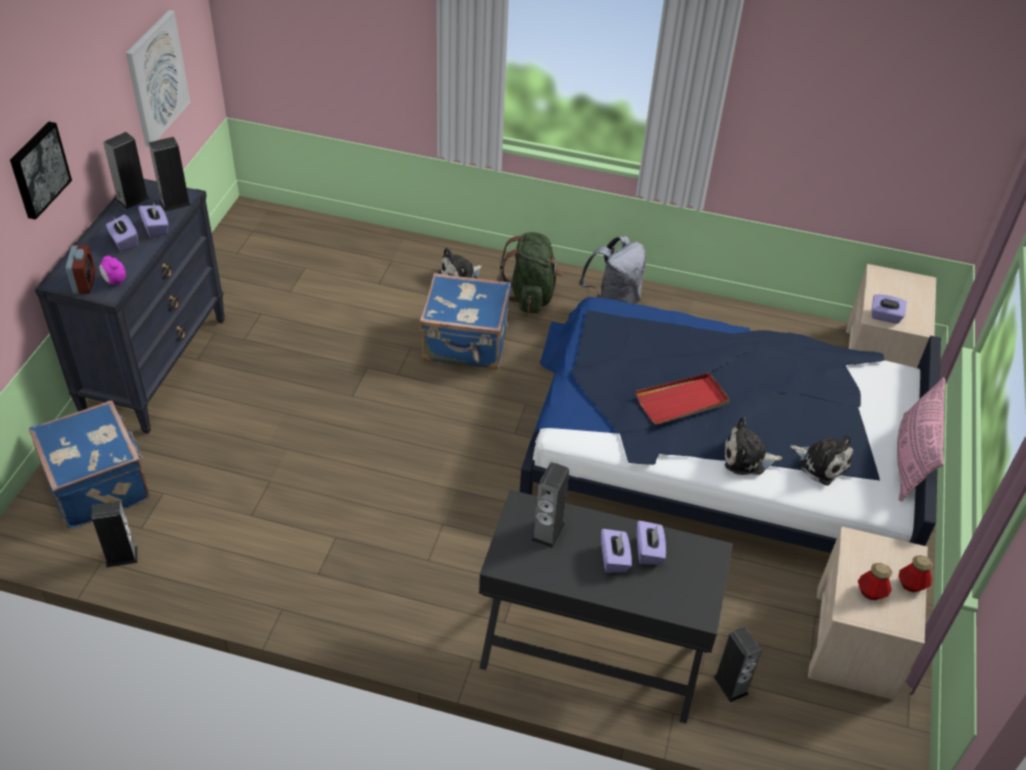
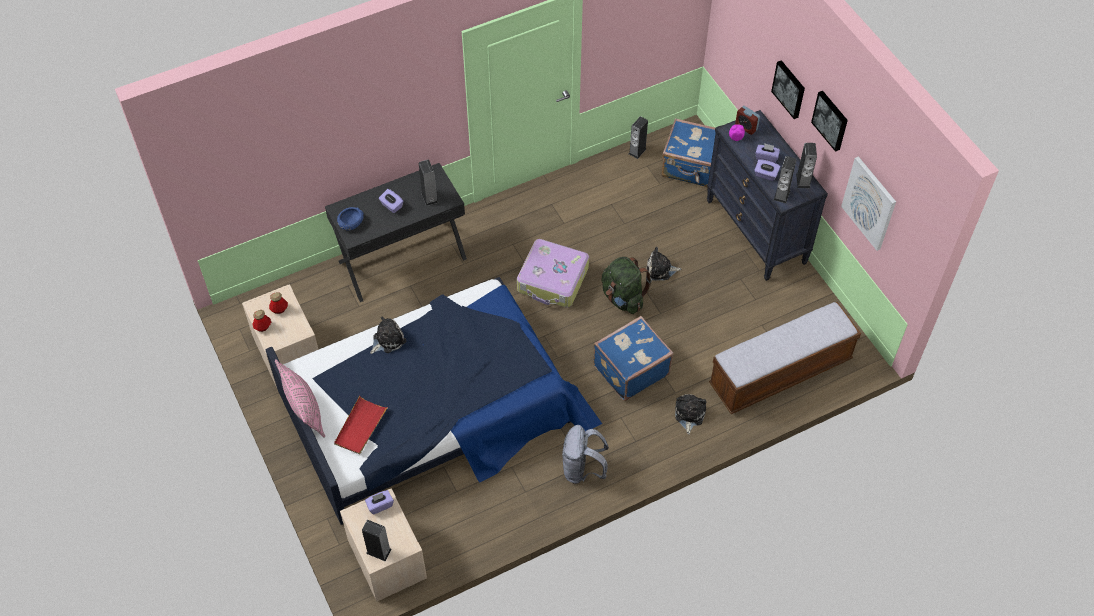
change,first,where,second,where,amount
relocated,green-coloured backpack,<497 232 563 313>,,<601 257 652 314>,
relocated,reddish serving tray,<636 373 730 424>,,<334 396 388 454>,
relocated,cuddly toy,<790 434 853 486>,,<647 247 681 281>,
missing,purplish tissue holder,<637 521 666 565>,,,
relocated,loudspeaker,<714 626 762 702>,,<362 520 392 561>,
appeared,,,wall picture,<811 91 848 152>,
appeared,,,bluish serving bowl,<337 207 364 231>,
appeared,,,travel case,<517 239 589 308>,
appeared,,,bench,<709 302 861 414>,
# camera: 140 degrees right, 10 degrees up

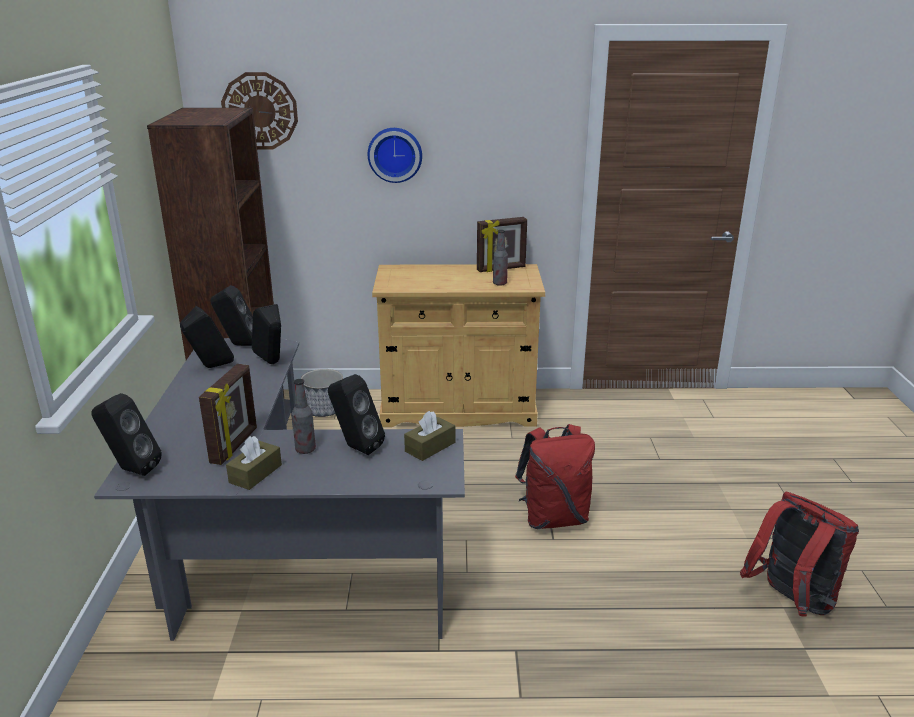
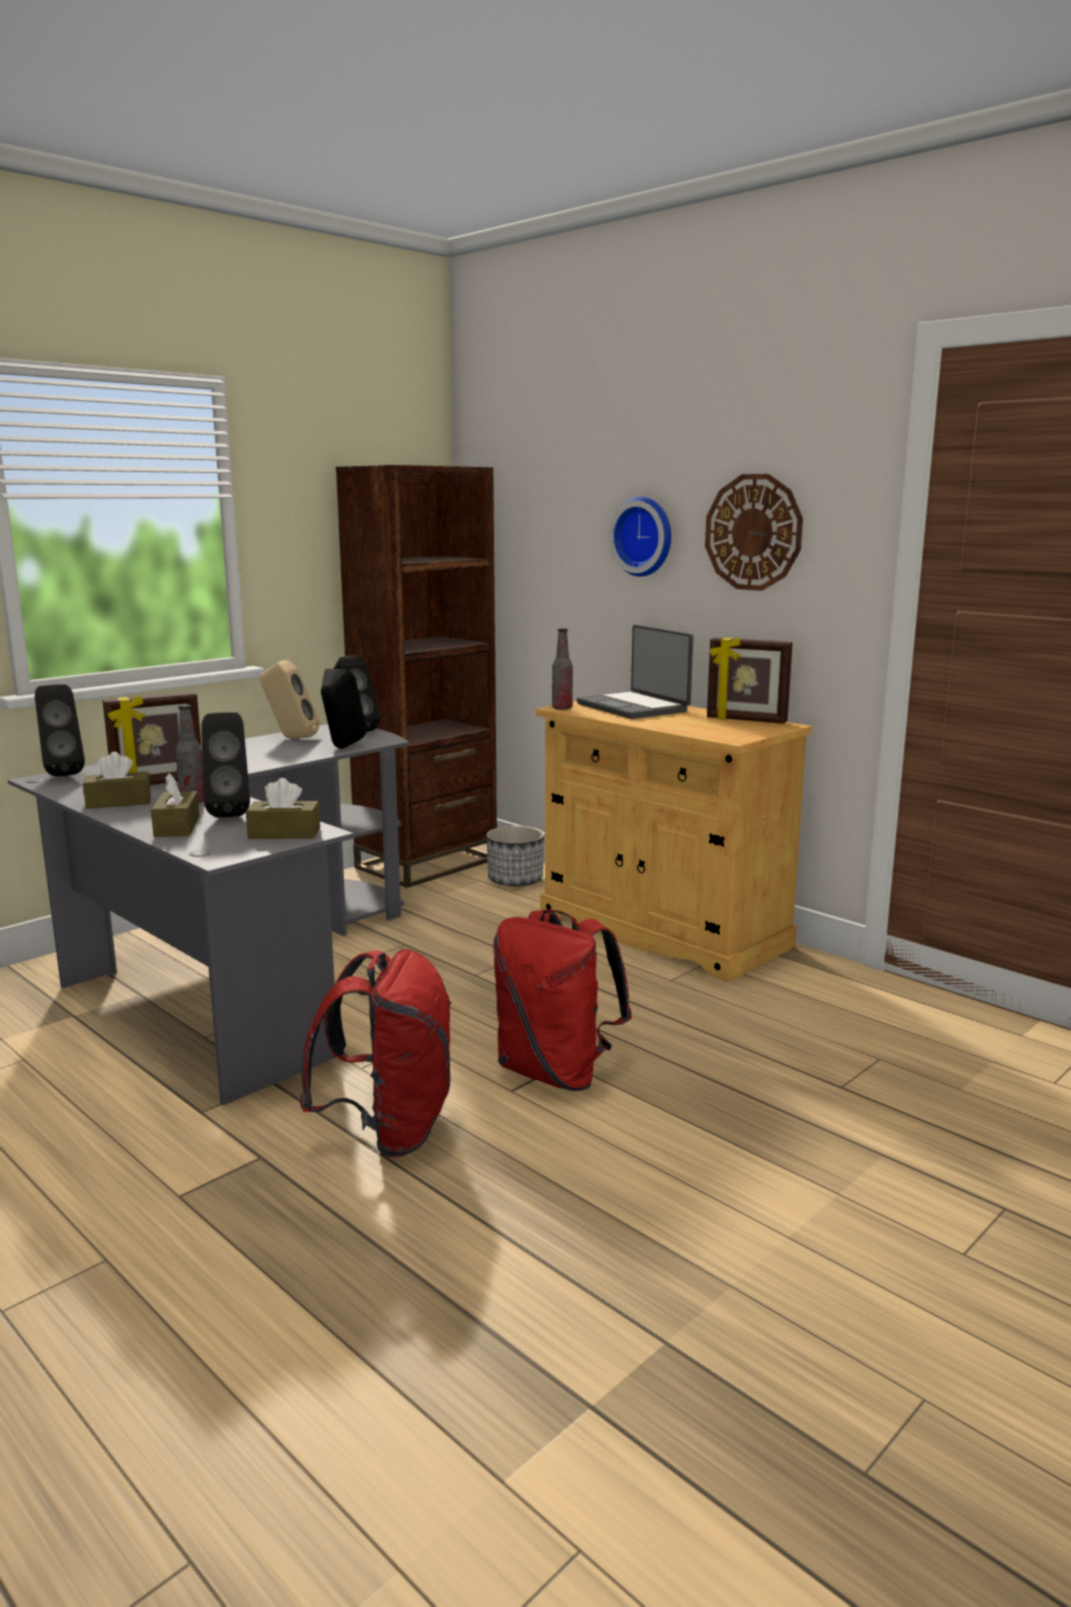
change,first,where,second,where,amount
relocated,hanging clock,<221 72 298 150>,,<705 474 803 591>,
relocated,drink bottle,<493 230 508 286>,,<552 628 573 710>,
colour,blackish loudspeaker,<180 306 234 368>,beige-coloured loudspeaker,<260 660 320 739>,
relocated,reddish backpack,<740 492 859 617>,,<299 949 452 1158>,
appeared,,,laptop,<576 625 693 719>,
appeared,,,brownish tissue holder,<151 773 200 837>,
# camera: 45 degrees right, 10 degrees down

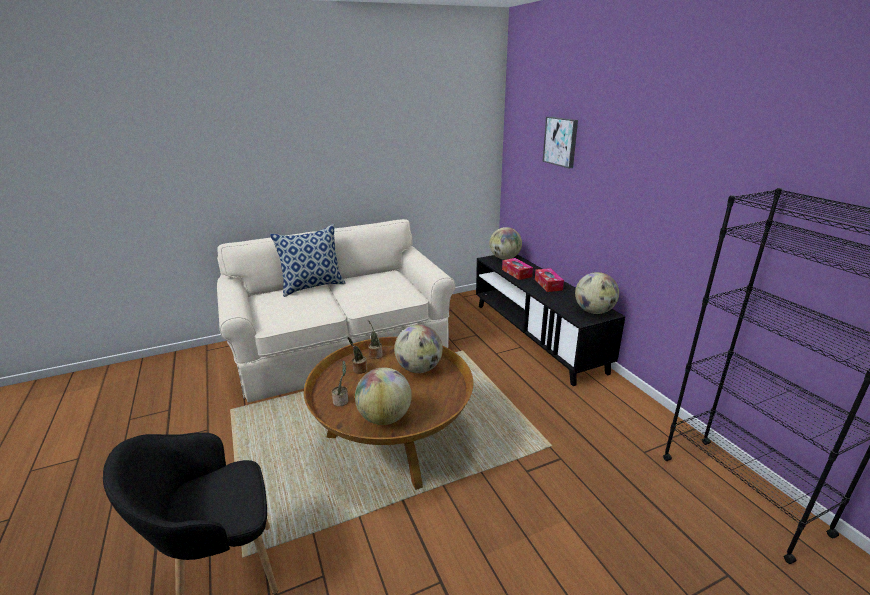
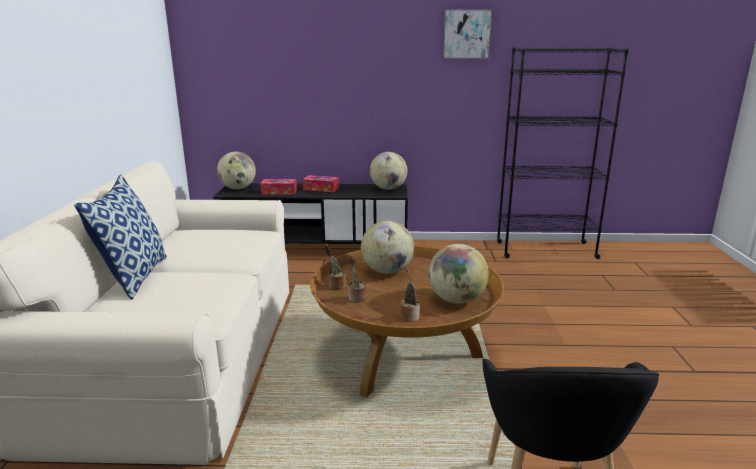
change,first,where,second,where,amount
relocated,wall picture,<542 117 578 168>,,<443 9 492 59>,
# camera: 65 degrees left, 5 degrees down

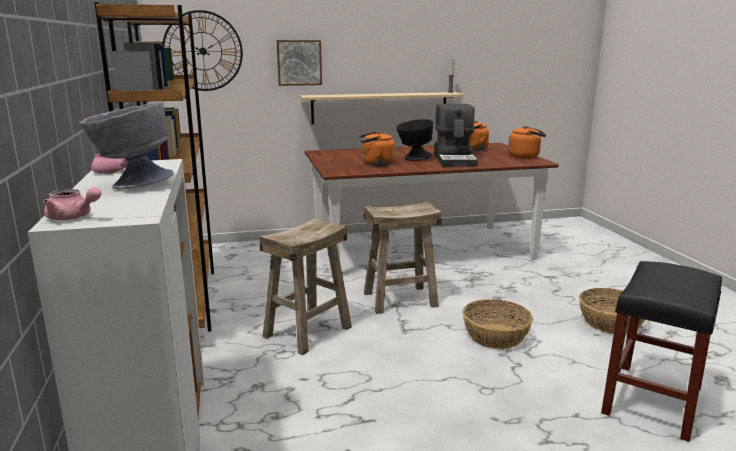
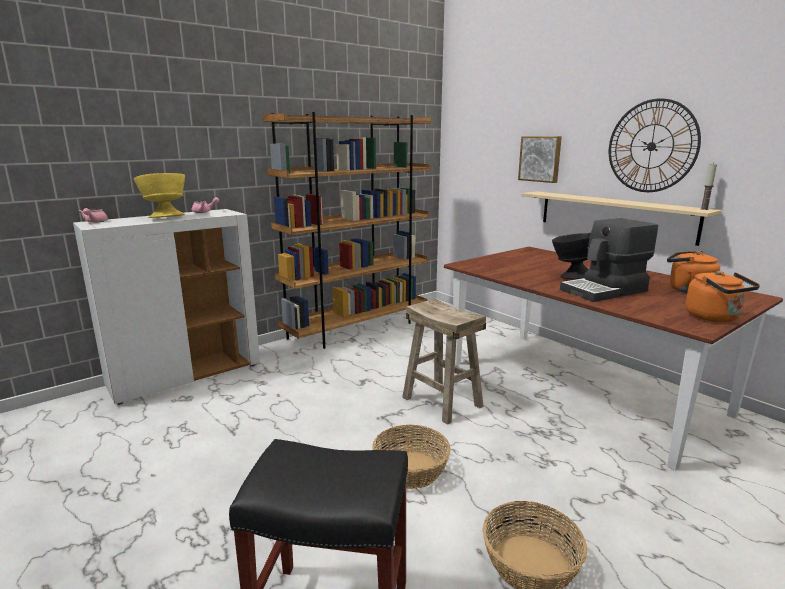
change,first,where,second,where,amount
relocated,hanging clock,<163 10 243 91>,,<609 98 701 192>,
colour,greyish serving bowl,<79 102 173 189>,yellow serving bowl,<134 173 185 218>,
missing,orange tea kettle,<359 131 395 166>,,,
missing,beige-coloured sitting stool,<259 218 352 355>,,,
# camera: 65 degrees right, 0 degrees up

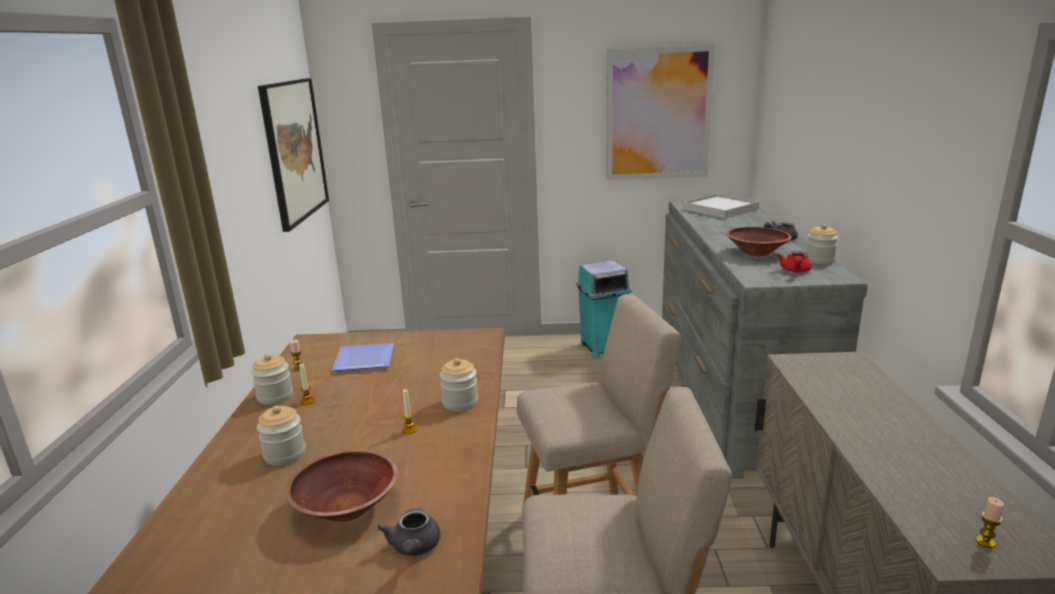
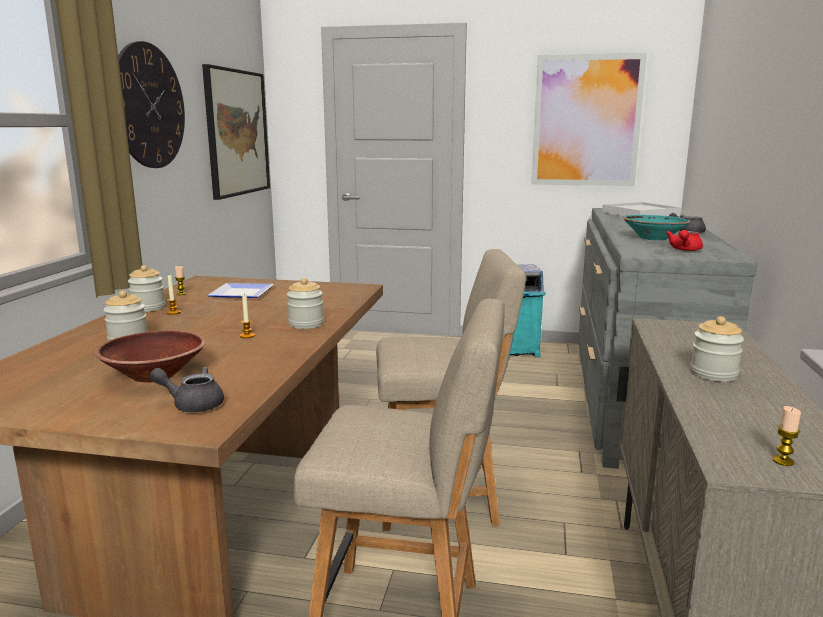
change,first,where,second,where,amount
relocated,storage jar,<806 224 838 264>,,<690 316 744 382>,
colour,brownish serving bowl,<726 227 792 256>,turquoise-coloured serving bowl,<623 215 690 240>,
spun,greyish tea pot,<378 508 440 556>,,<150 367 224 412>,90 degrees clockwise
appeared,,,hanging clock,<118 41 185 168>,
# camera: 10 degrees right, 5 degrees down

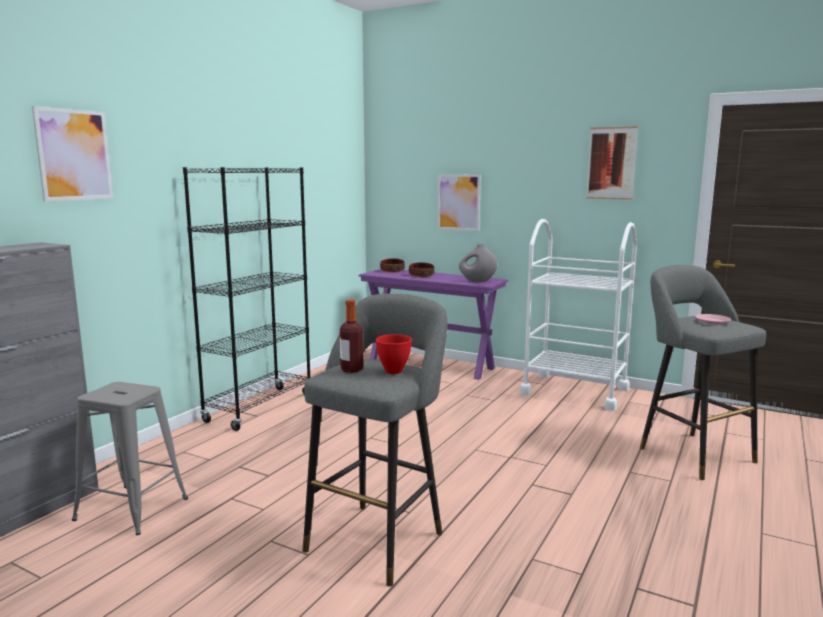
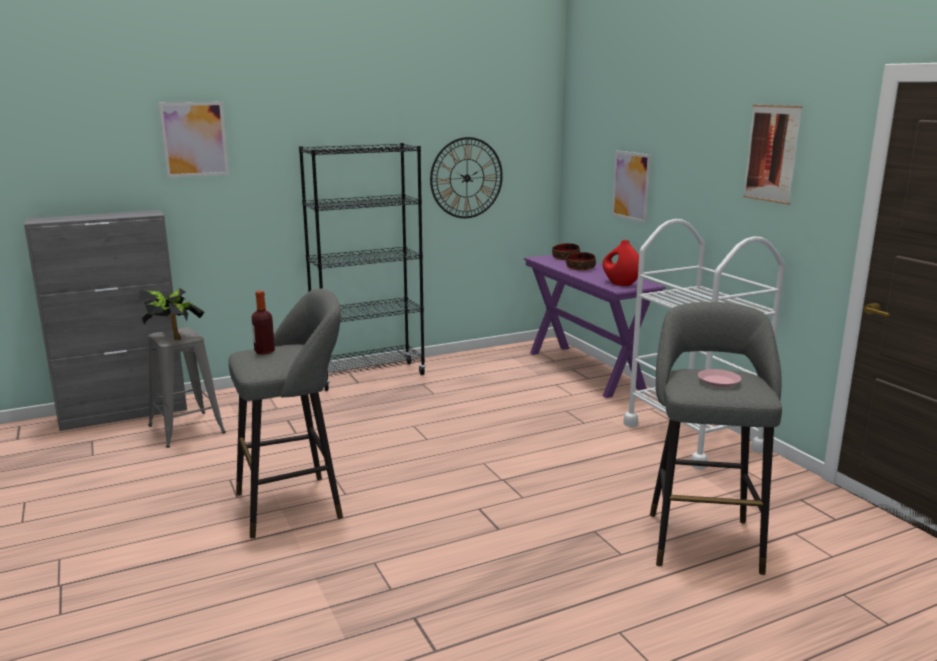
change,first,where,second,where,amount
colour,greyish vase,<459 244 497 282>,reddish vase,<602 240 639 286>,
missing,reddish serving bowl,<376 334 412 374>,,,
appeared,,,hanging clock,<430 137 503 218>,
appeared,,,potted plant,<139 288 204 340>,
# camera: 35 degrees right, 5 degrees up

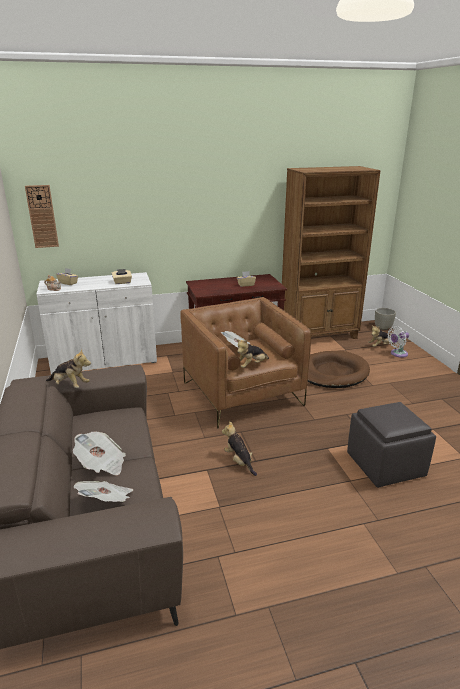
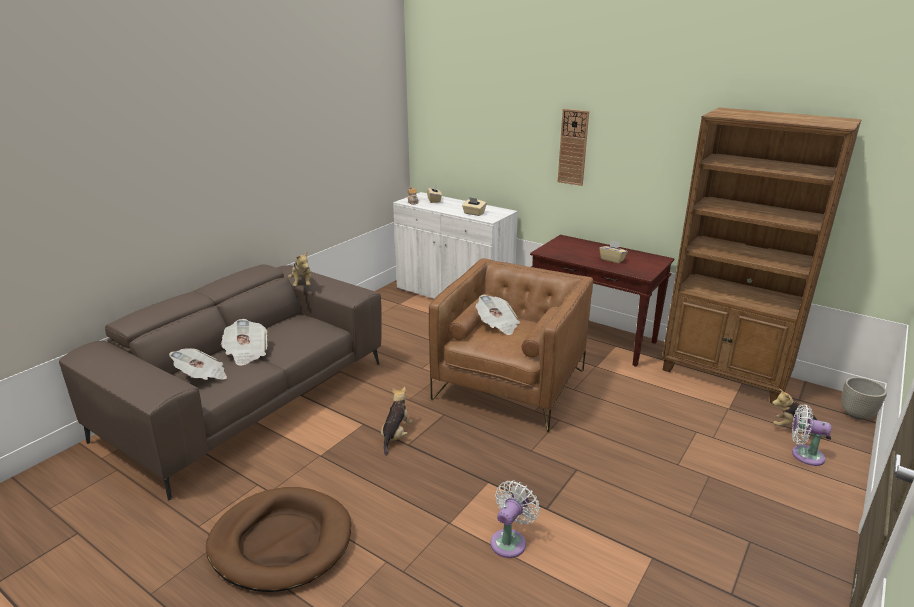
change,first,where,second,where,amount
relocated,hanging clock,<25 185 59 248>,,<558 109 589 186>,
missing,cuddly toy,<236 339 269 368>,,,
relocated,brownish dog cushion,<308 351 370 388>,,<206 487 351 592>,
exchanged,greyish ottoman,<347 402 436 488>,white-coloured electric fan,<490 481 540 558>,
# camera: 50 degrees right, 0 degrees up

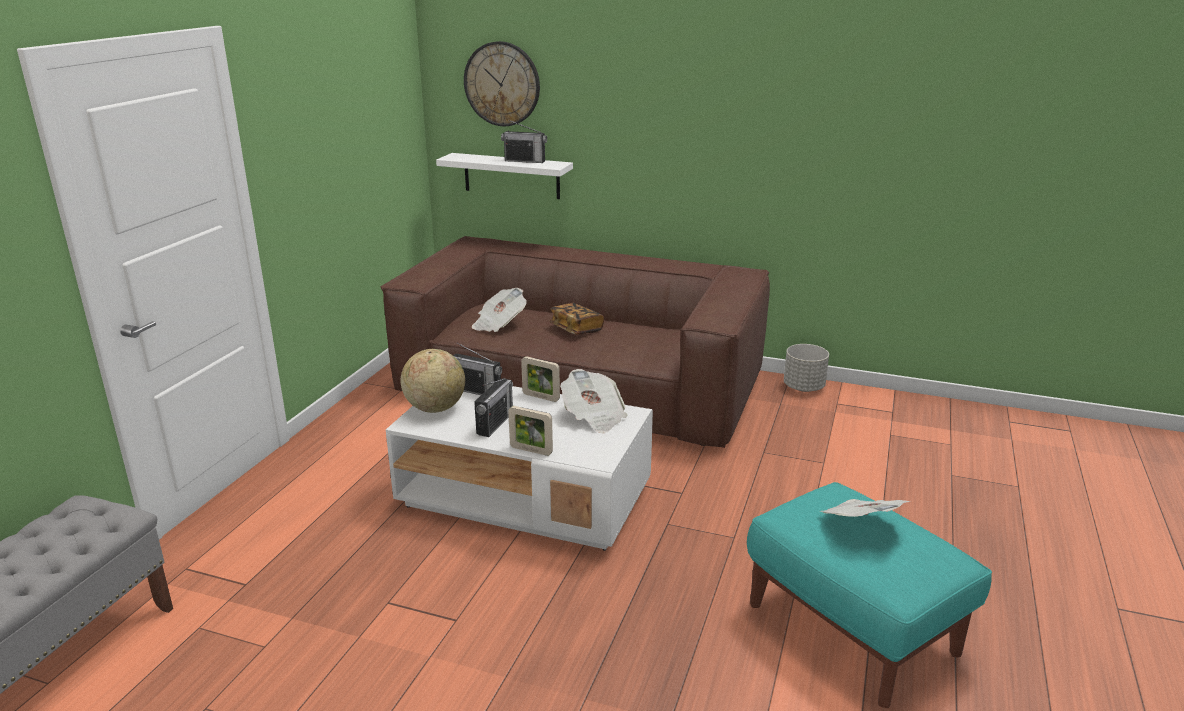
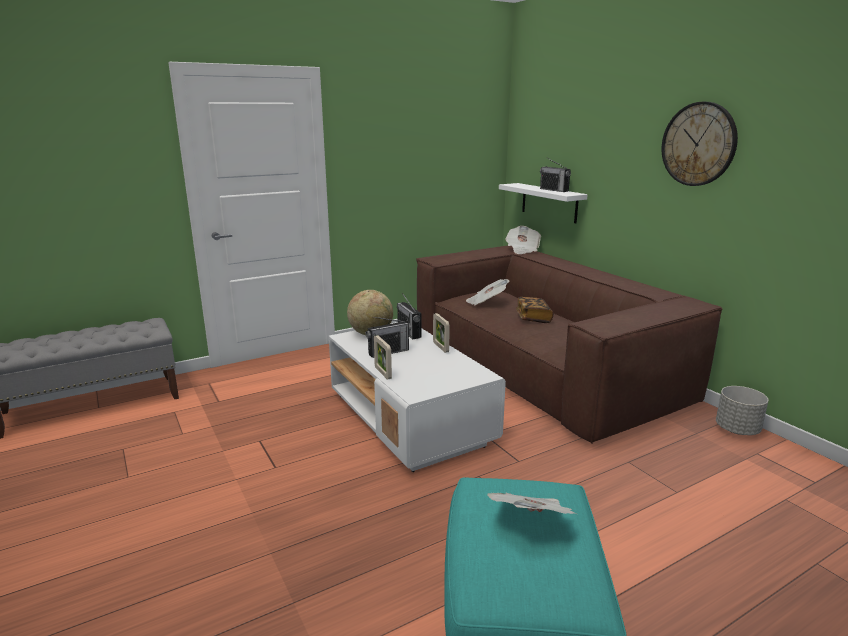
change,first,where,second,where,amount
relocated,hanging clock,<464 41 540 126>,,<662 102 738 186>,
relocated,daily paper,<560 369 628 433>,,<505 226 541 254>,
# camera: 40 degrees right, 5 degrees down

